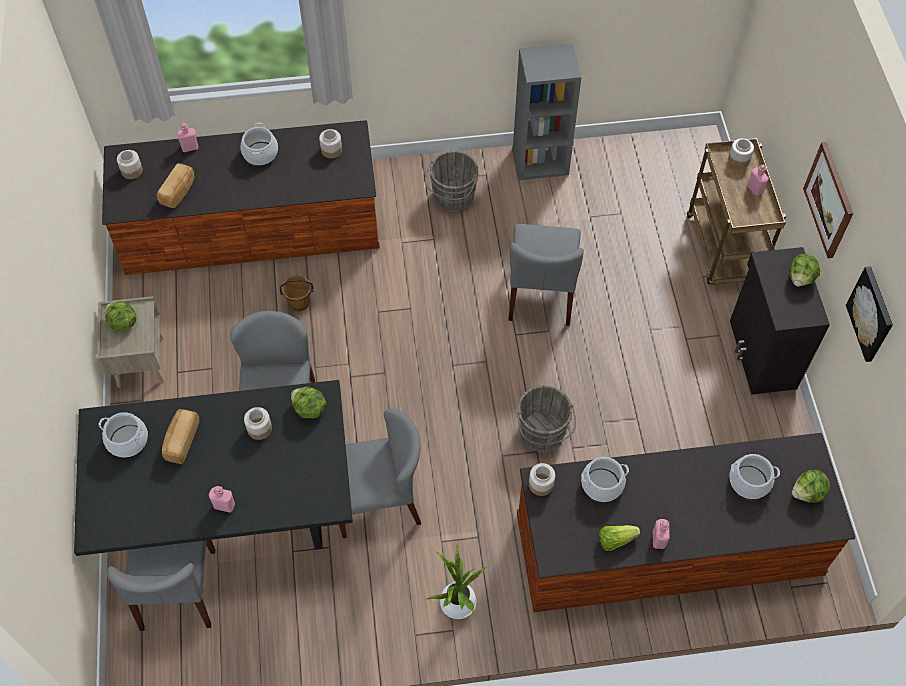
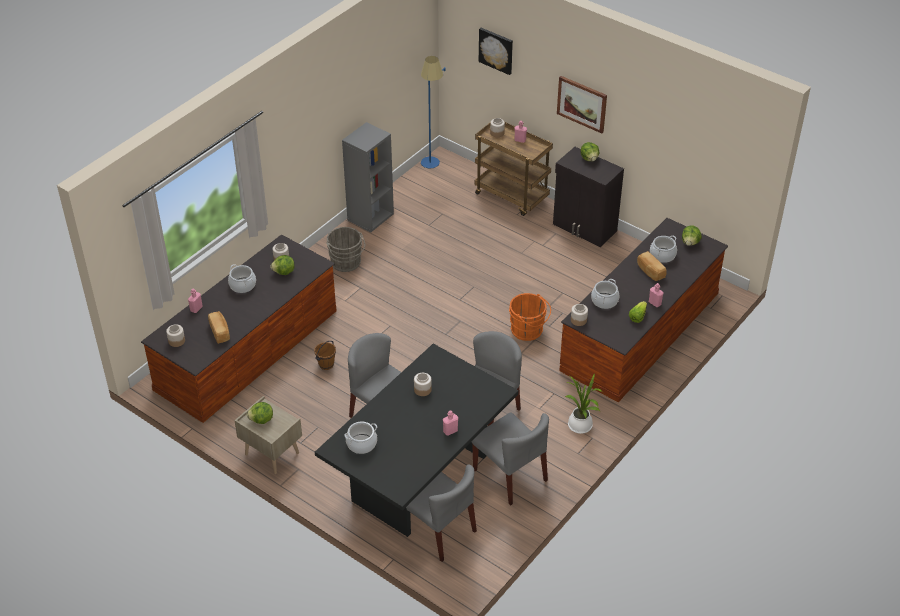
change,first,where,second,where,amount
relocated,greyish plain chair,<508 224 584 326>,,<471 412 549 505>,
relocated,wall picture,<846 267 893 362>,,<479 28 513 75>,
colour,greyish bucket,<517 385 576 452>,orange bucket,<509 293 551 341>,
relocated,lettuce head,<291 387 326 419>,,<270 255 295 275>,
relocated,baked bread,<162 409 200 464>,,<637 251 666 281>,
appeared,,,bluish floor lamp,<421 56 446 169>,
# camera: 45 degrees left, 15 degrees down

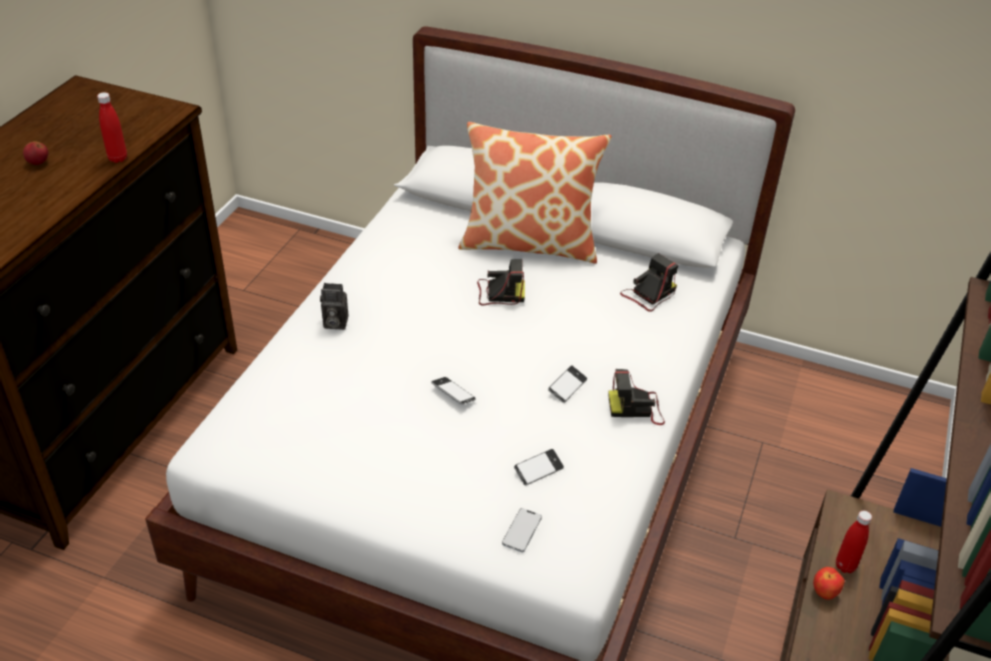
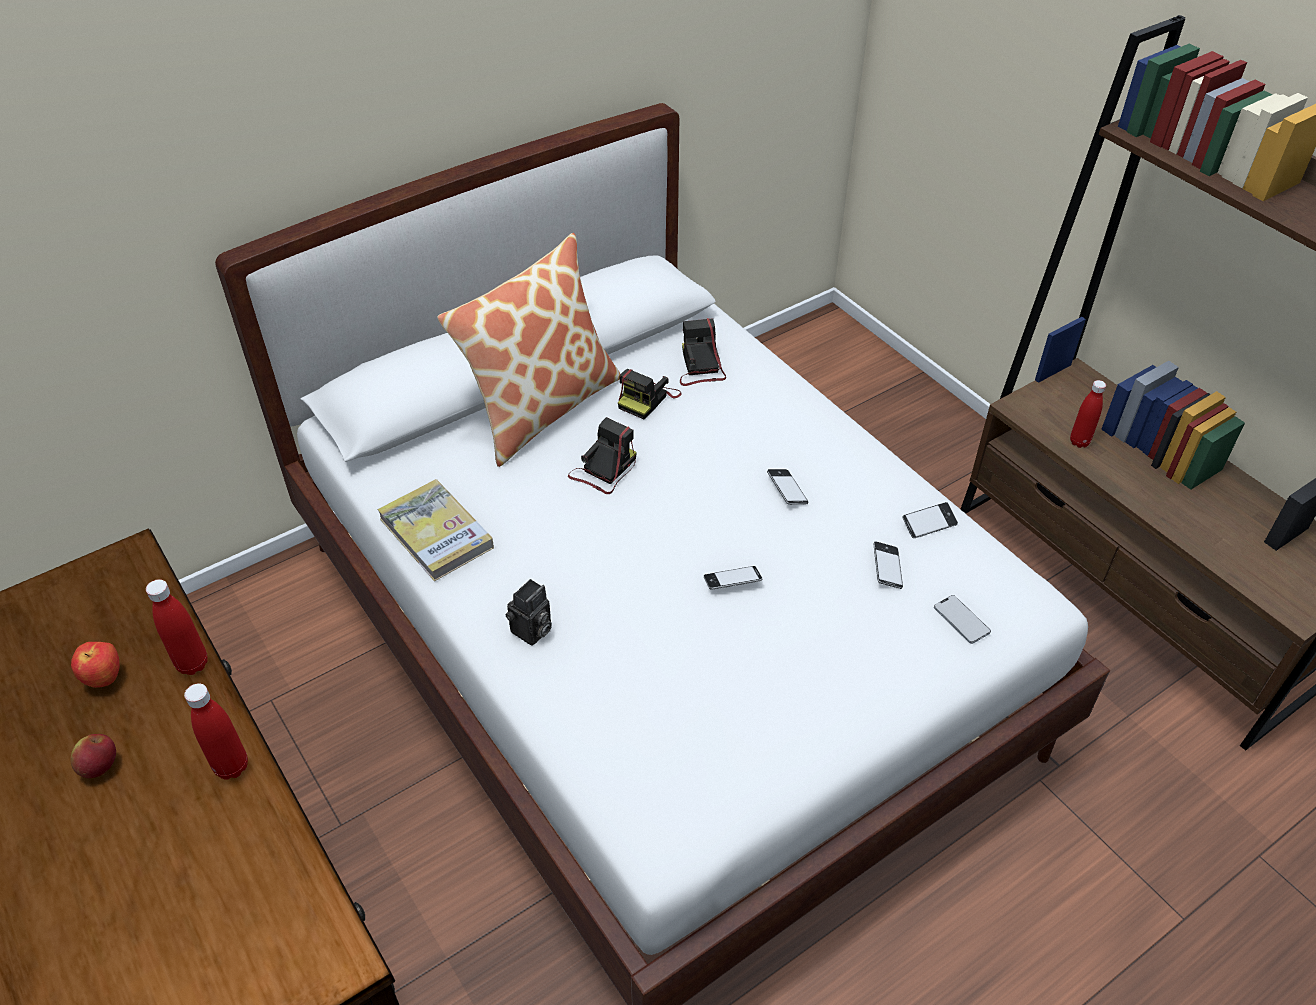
change,first,where,second,where,amount
relocated,still camera,<608 369 665 425>,,<618 369 682 419>,
relocated,whole apple,<813 567 845 600>,,<71 642 120 688>,
appeared,,,bound book,<377 479 494 581>,
appeared,,,phone,<902 502 958 538>,
appeared,,,reddish drink bottle,<184 684 248 780>,
# camera: 55 degrees left, 5 degrees up

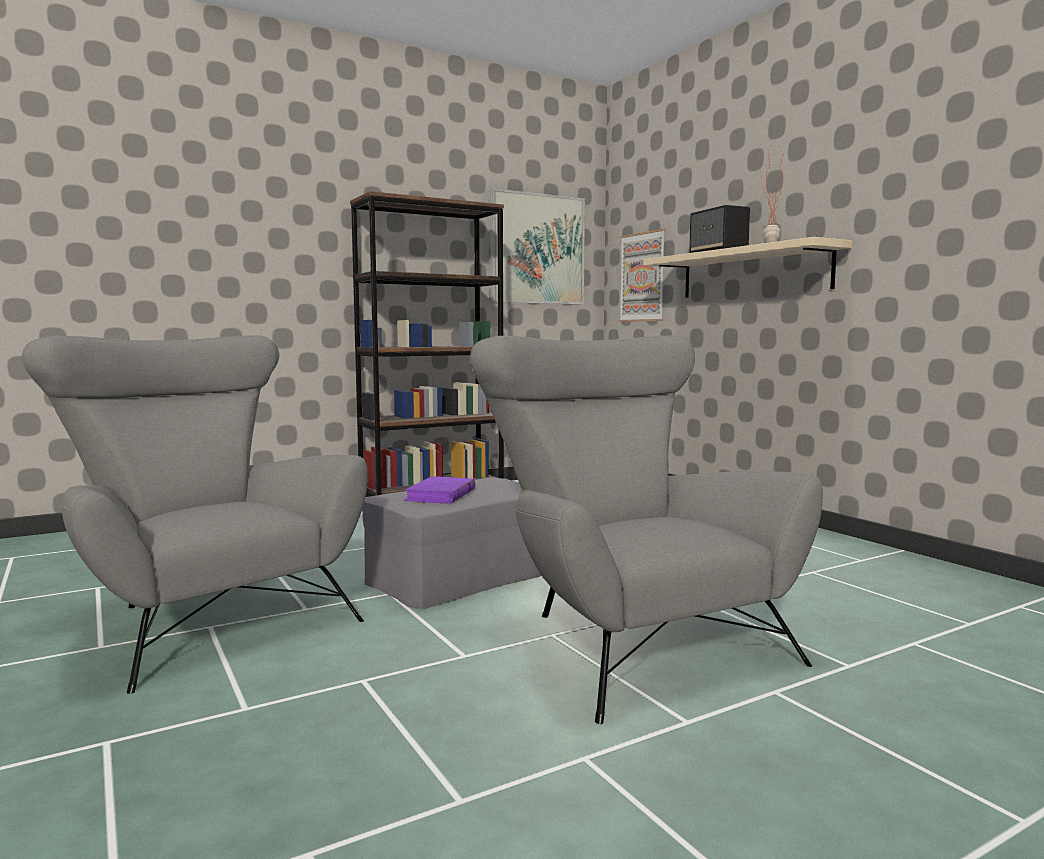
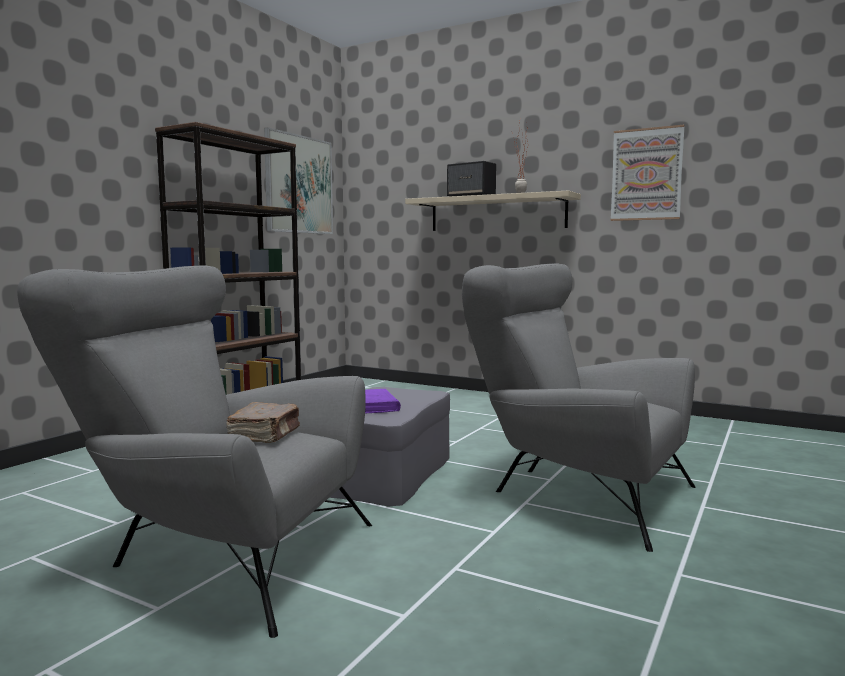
change,first,where,second,where,amount
relocated,wall picture,<619 229 666 322>,,<610 125 685 221>,
appeared,,,brownish bound book,<226 402 300 443>,
# camera: 30 degrees left, 0 degrees up

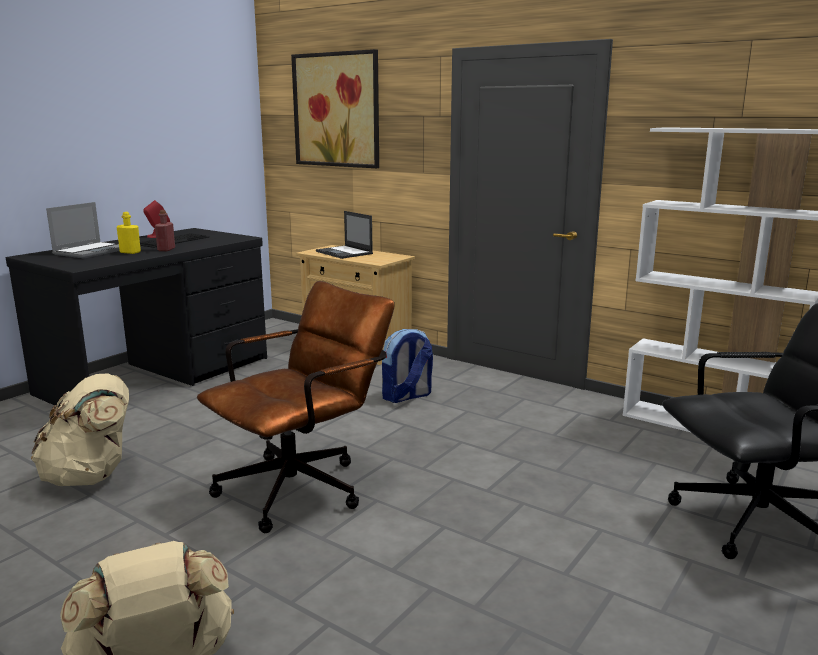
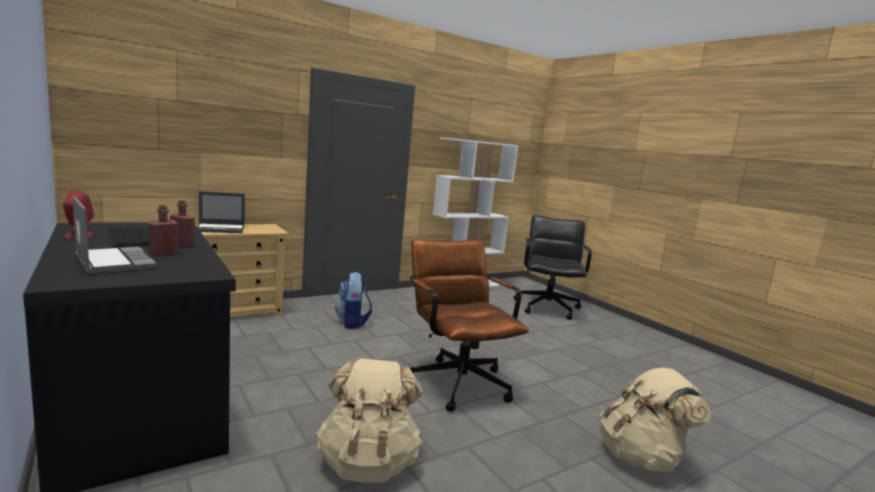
change,first,where,second,where,amount
missing,wall picture,<291 49 379 168>,,,
colour,yellow drink bottle,<117 212 141 254>,reddish drink bottle,<148 205 178 256>,
# camera: 70 degrees left, 5 degrees down

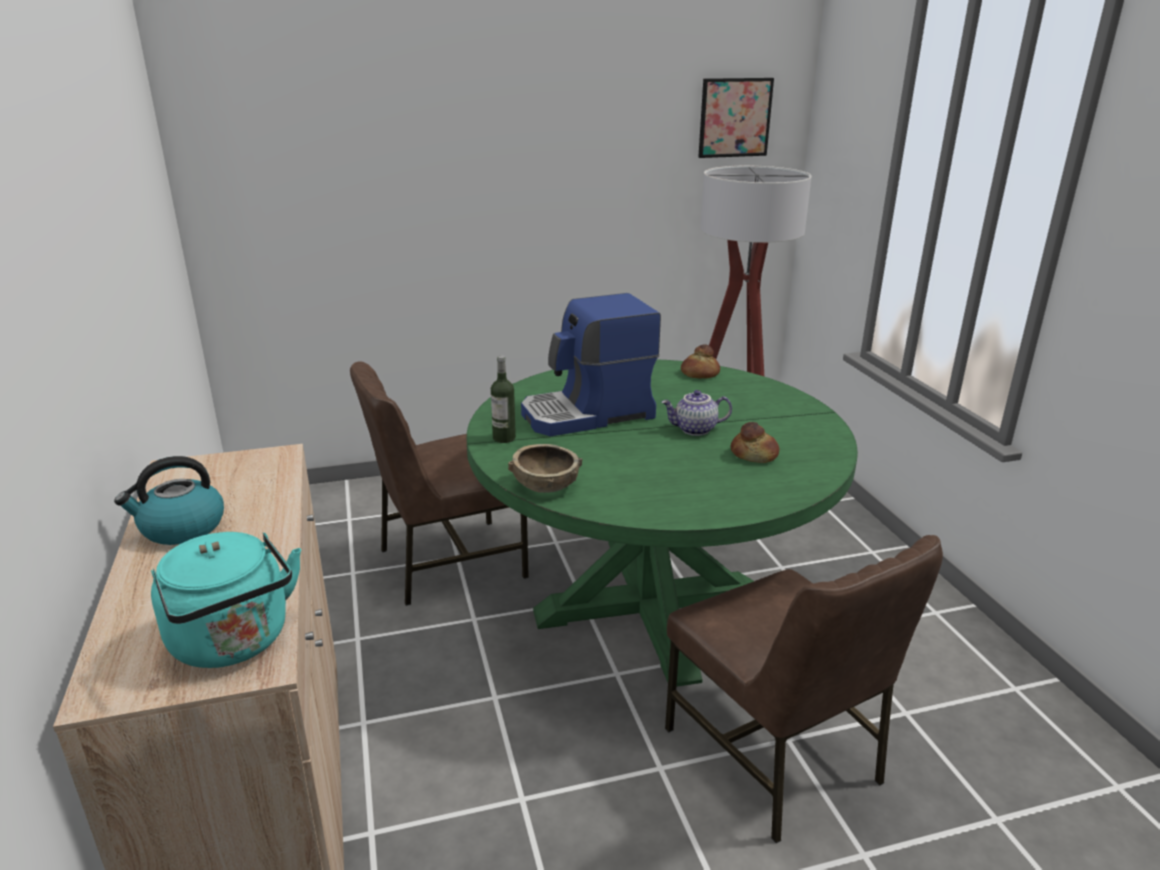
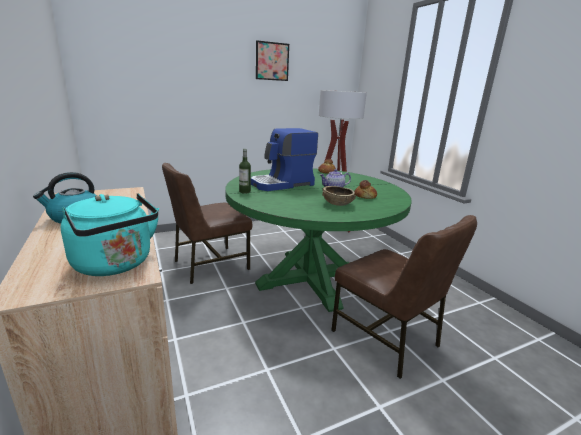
change,first,where,second,where,amount
relocated,wall picture,<698 78 774 158>,,<256 40 289 81>,
relocated,brownish serving bowl,<508 444 582 493>,,<322 186 356 206>,
# camera: 10 degrees left, 5 degrees down

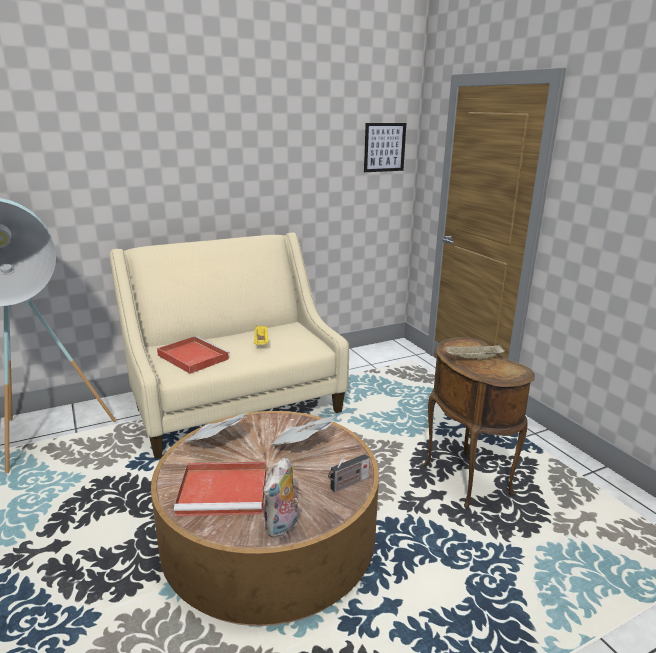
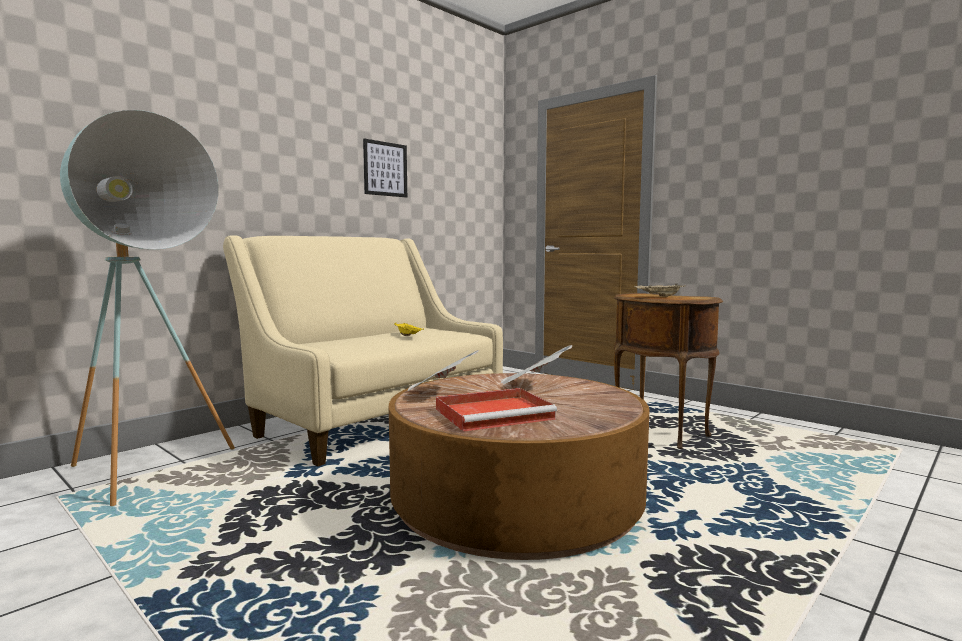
change,first,where,second,where,amount
relocated,wall picture,<364 123 406 172>,,<363 139 407 197>,
missing,reddish serving tray,<157 336 230 374>,,,
missing,radio receiver,<328 453 370 492>,,,
missing,cuddly toy,<263 458 299 538>,,,
# camera: 20 degrees left, 15 degrees down

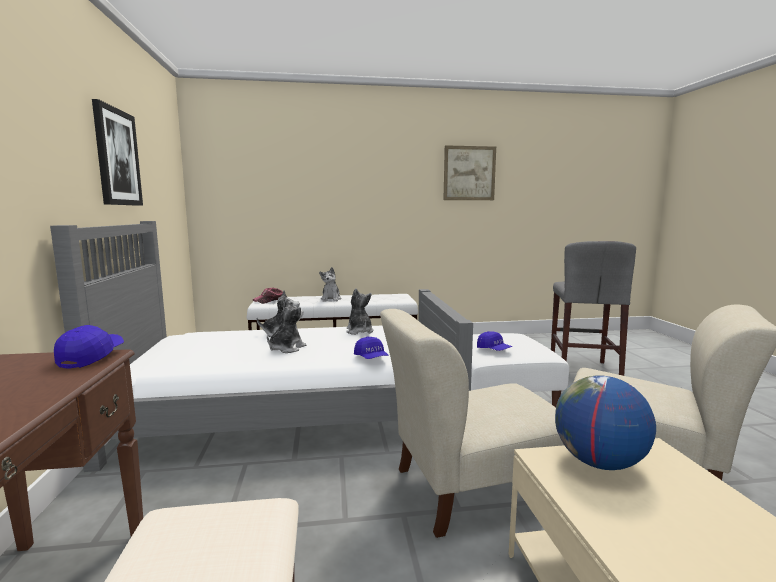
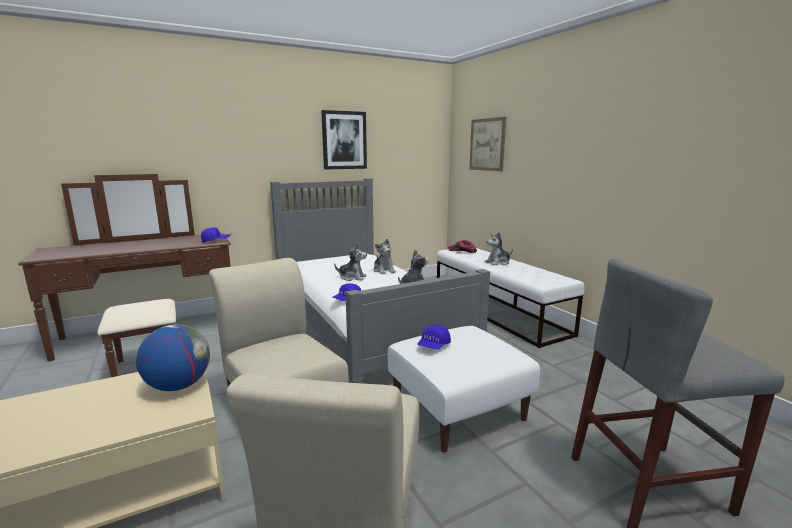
change,first,where,second,where,amount
relocated,wall picture,<443 145 496 200>,,<469 117 506 172>,
# camera: 70 degrees right, 5 degrees up

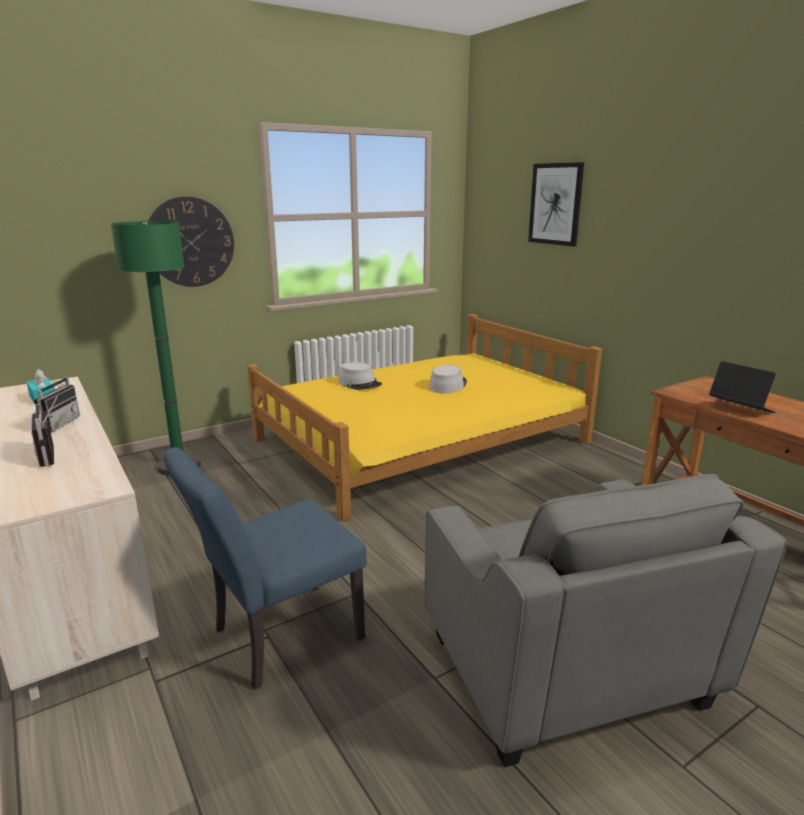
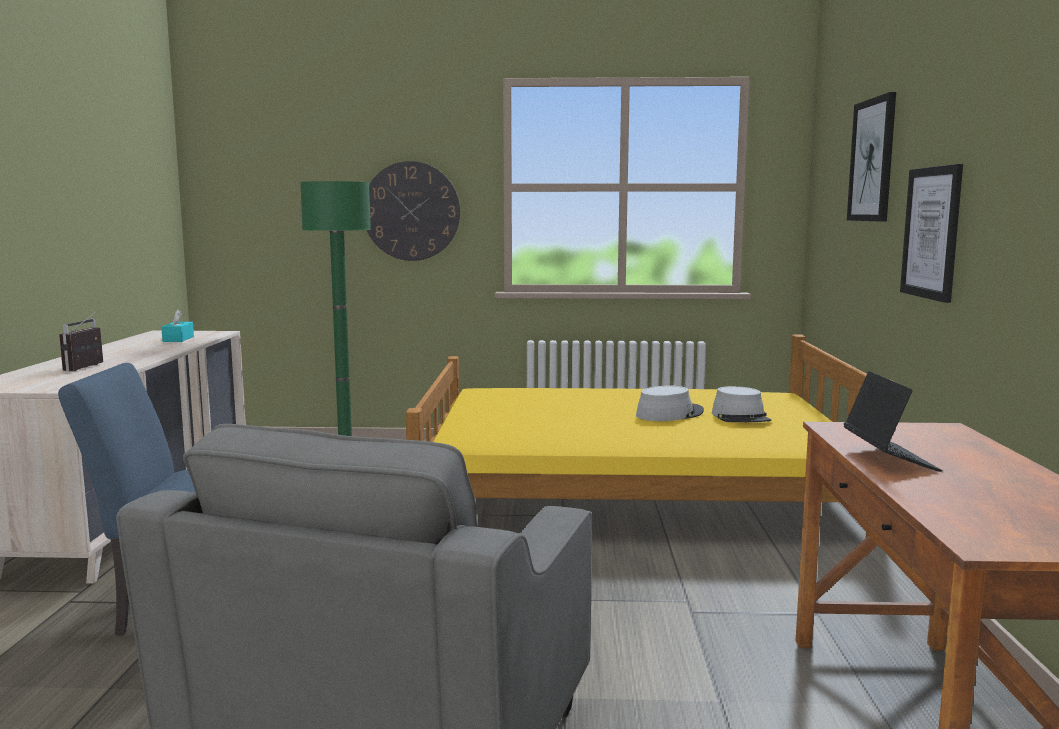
change,first,where,second,where,amount
relocated,greyish clothing hat,<338 362 382 390>,,<712 386 771 422>,
missing,radio receiver,<30 373 80 432>,,,
appeared,,,wall picture,<900 164 963 303>,
# camera: 35 degrees right, 10 degrees down

